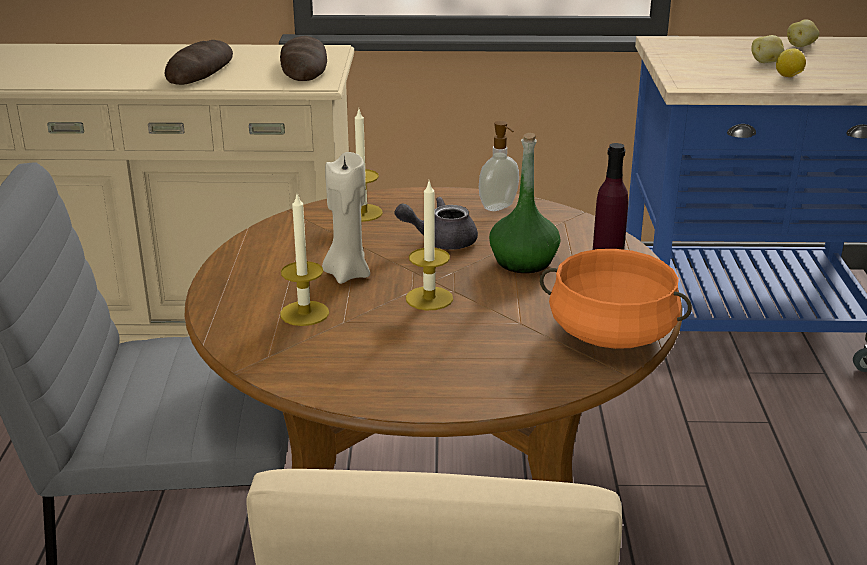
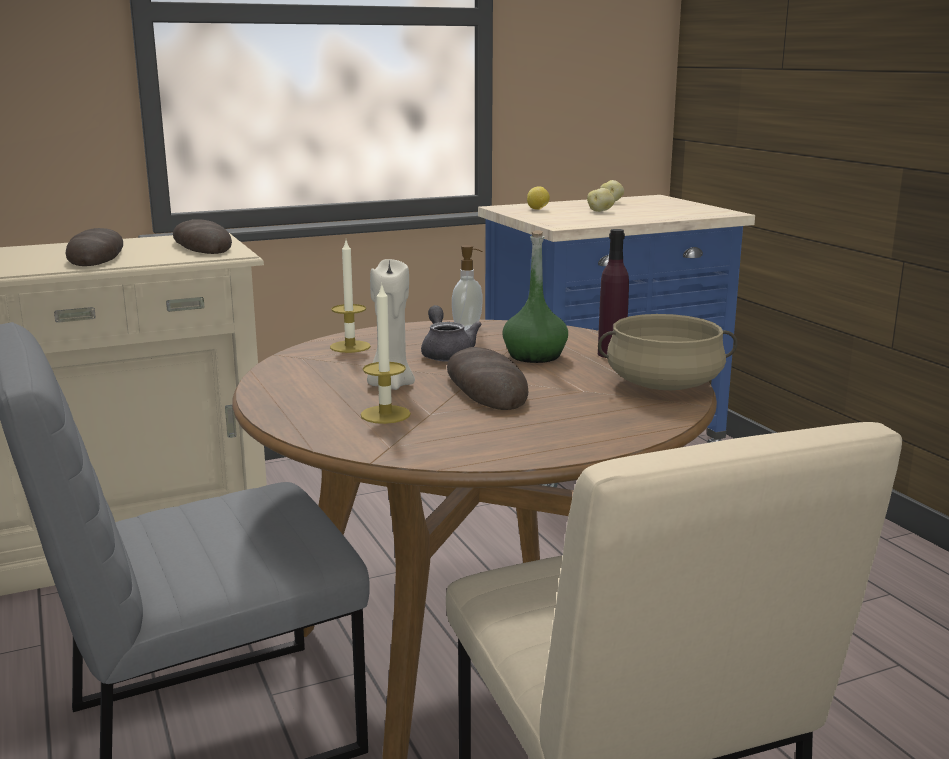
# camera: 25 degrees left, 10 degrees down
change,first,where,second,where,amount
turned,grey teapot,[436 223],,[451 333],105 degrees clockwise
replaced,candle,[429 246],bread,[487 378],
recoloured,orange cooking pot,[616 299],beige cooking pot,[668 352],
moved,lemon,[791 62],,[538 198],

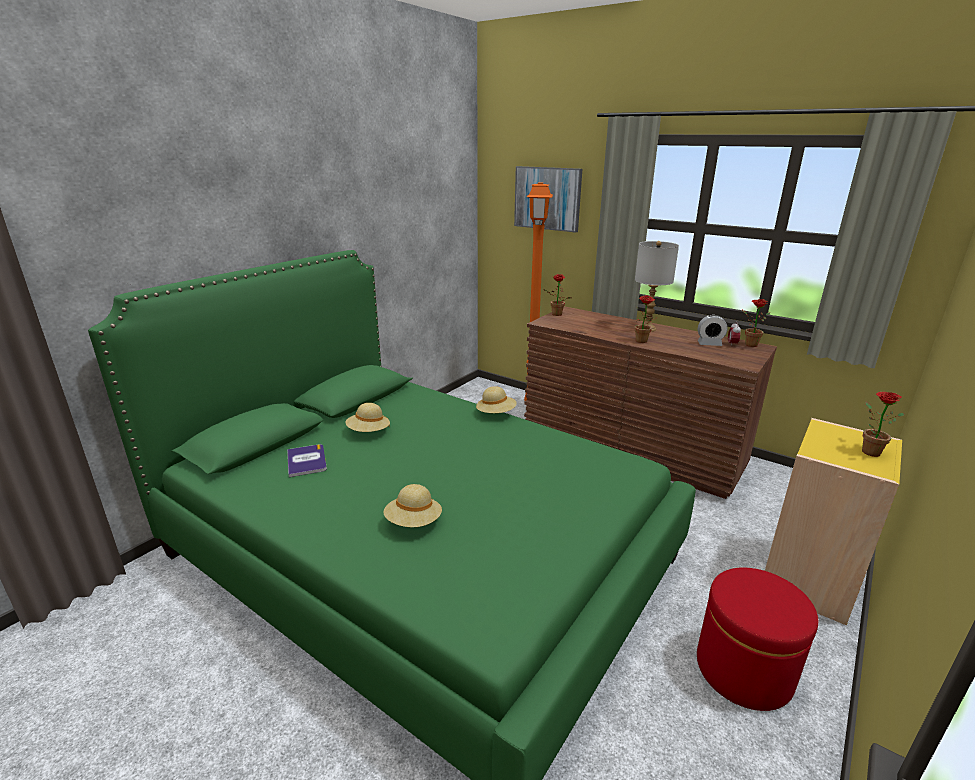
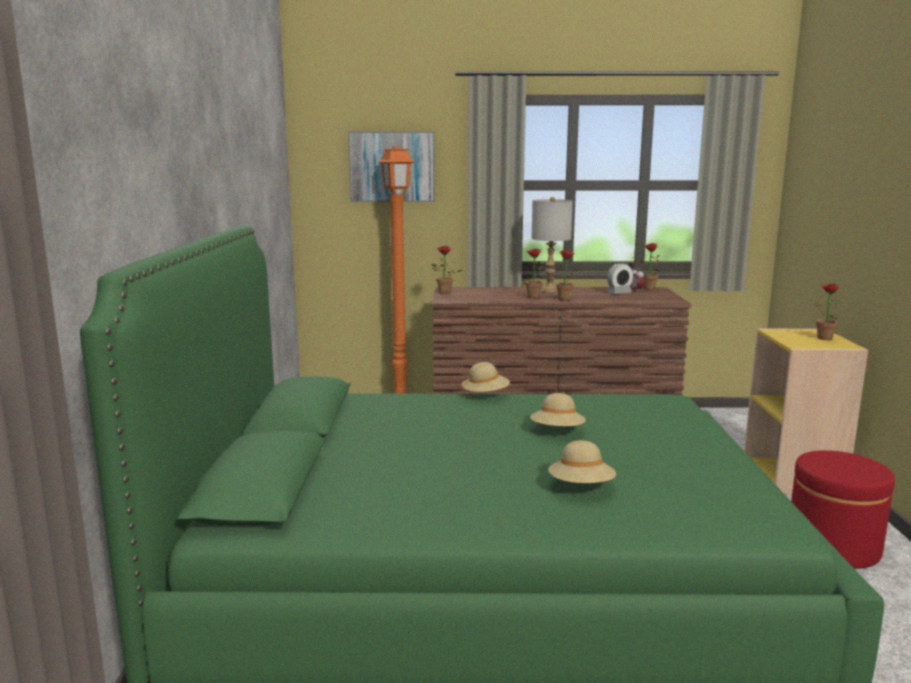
# camera: 35 degrees left, 10 degrees down
change,first,where,second,where,amount
removed,book,[307 460],,,
moved,beige hat,[367 417],,[558 409],
added,,,potted plant,[530 273],

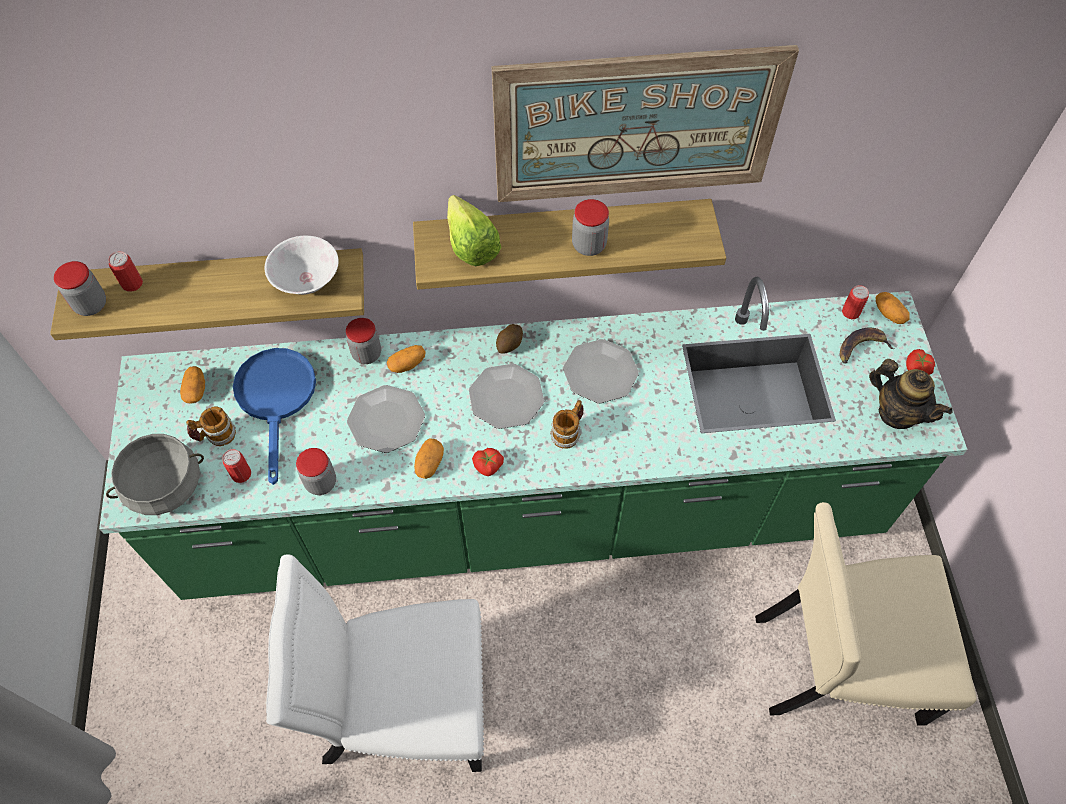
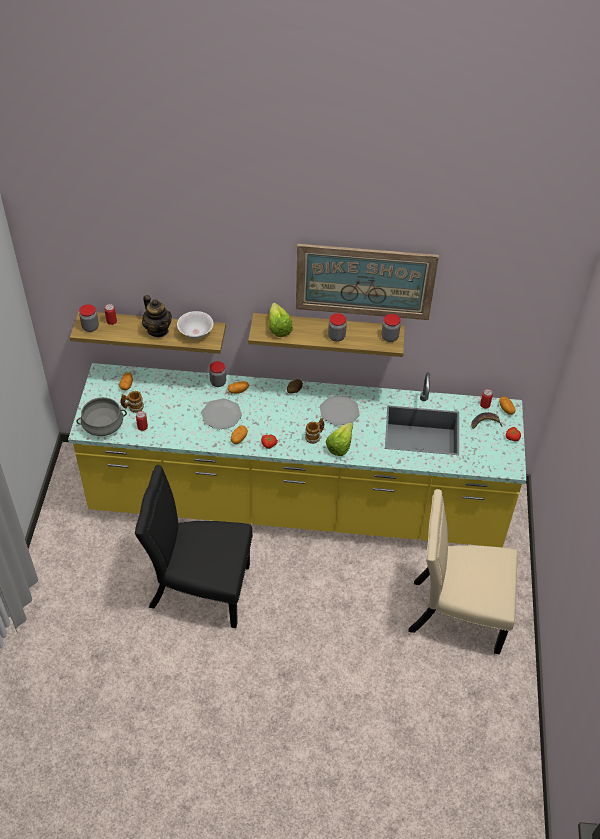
# camera: 10 degrees right, 10 degrees down
change,first,where,second,where,amount
recoloured,green counter,[533 438],yellow counter,[297 455],
removed,blue frying pan,[274 416],,,
recoloured,white chair,[375 663],black chair,[194 546],
moved,jar,[316 471],,[391 328],
removed,plate,[506 396],,,
moved,teapot,[911 394],,[157 316],
added,,,lettuce,[339 439],

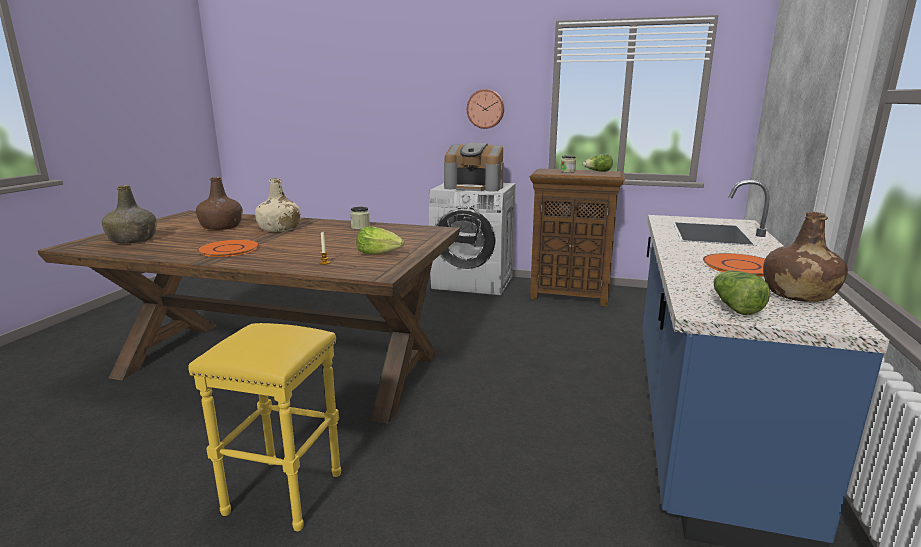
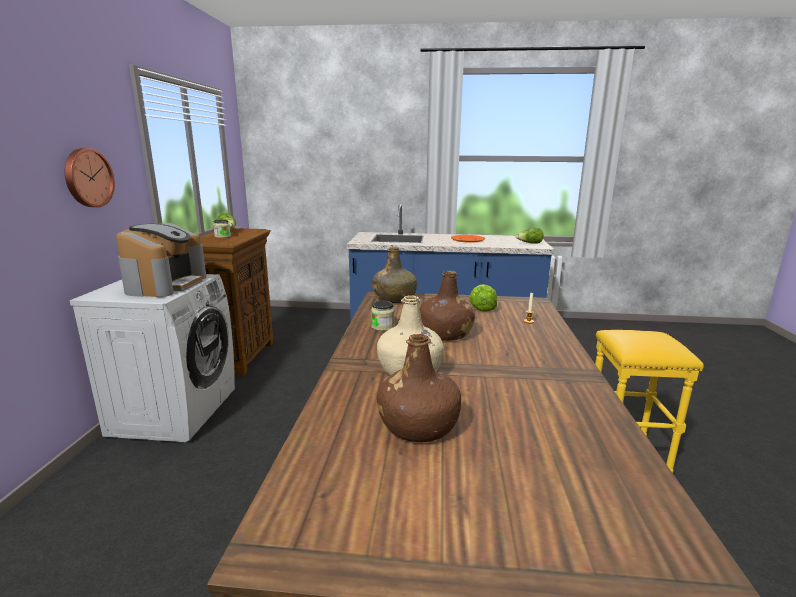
# camera: 100 degrees left, 0 degrees up
change,first,where,second,where,amount
moved,green bottle,[129 214],,[394 275],
removed,orange plate,[228 248],,,
moved,brown bottle,[805 257],,[447 306],

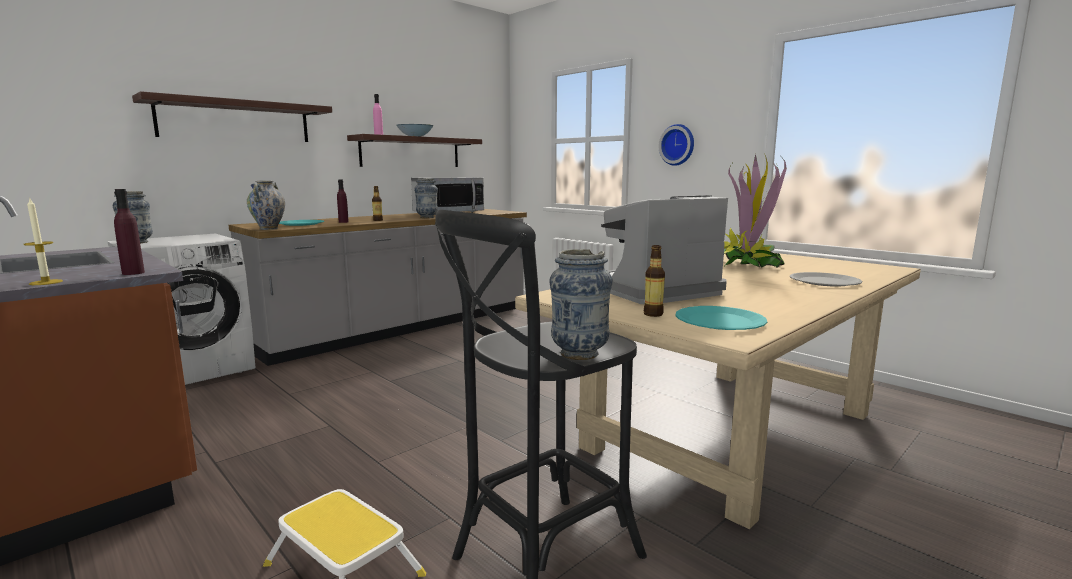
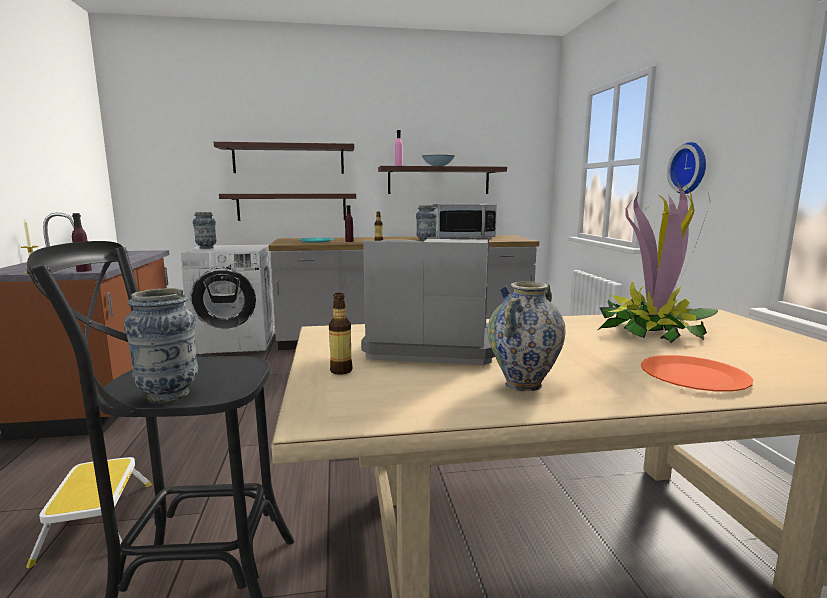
# camera: 35 degrees right, 0 degrees up
change,first,where,second,where,amount
moved,vase,[266 205],,[526 336],
removed,turquoise plate,[721 318],,,
recoloured,grey plate,[826 279],orange plate,[697 373],
added,,,shelf,[287 207],

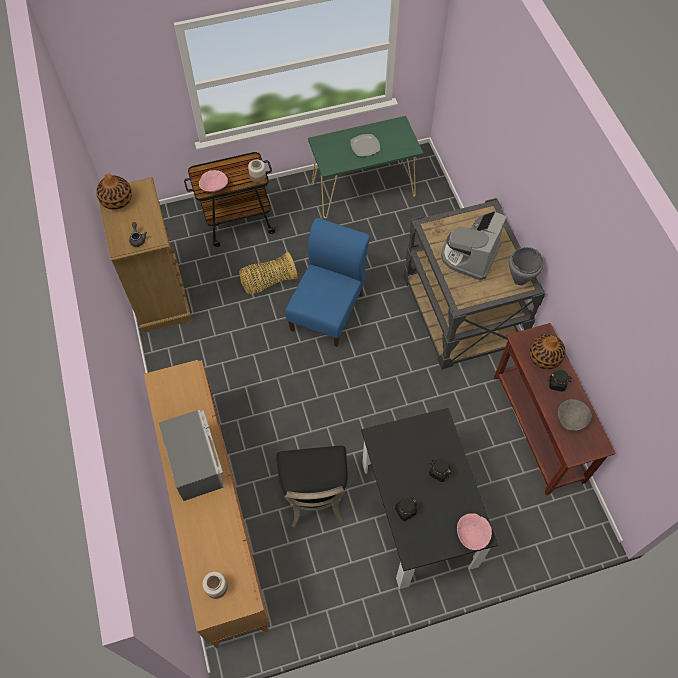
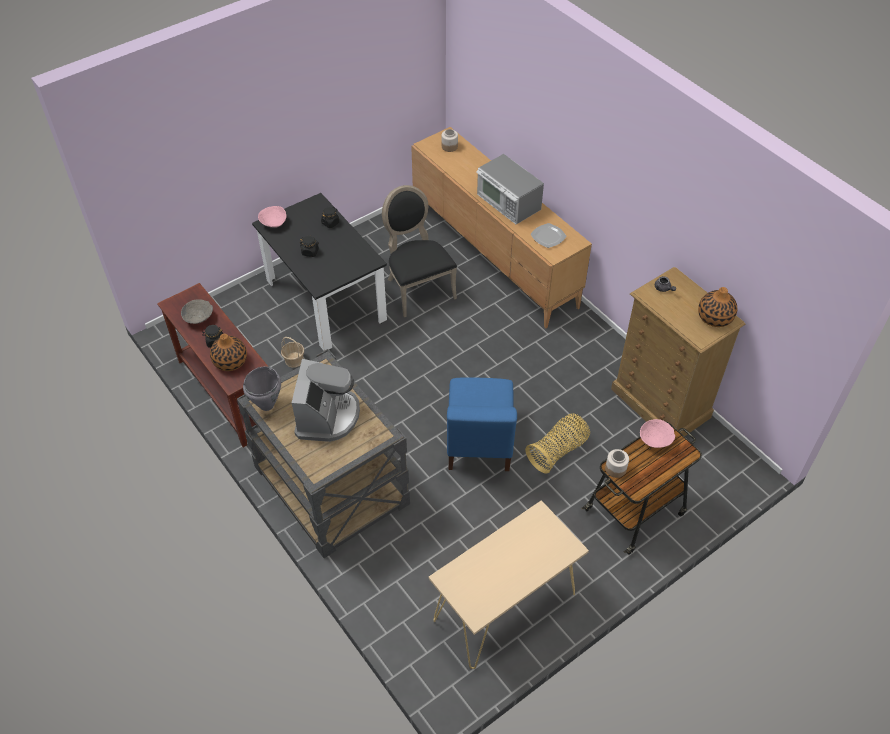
# camera: 160 degrees right, 10 degrees down
change,first,where,second,where,amount
recoloured,green console table,[365 167],beige console table,[509 584],
moved,plate,[365 145],,[549 235],
added,,,basket,[292 352],

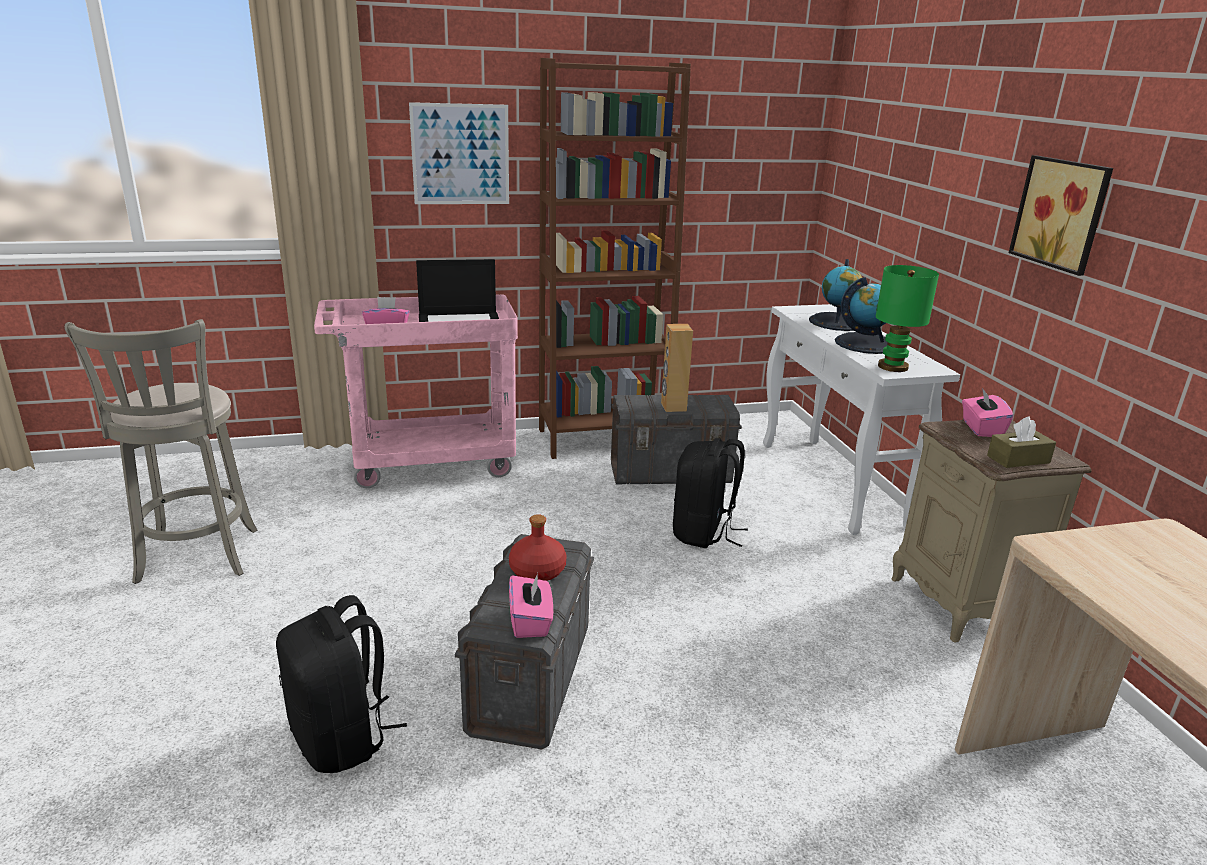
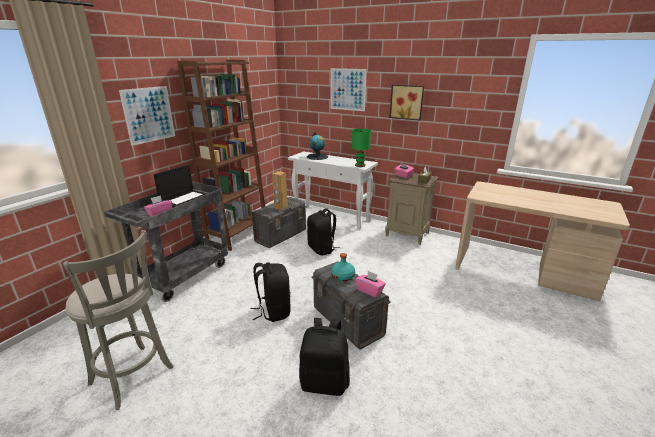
# camera: 45 degrees left, 0 degrees up
change,first,where,second,where,amount
recoloured,pink cart,[416 391],grey cart,[166 241],
recoloured,red bottle,[538 547],turquoise bottle,[343 267],
removed,globe,[861 315],,,
added,,,black backpack,[271 292],
added,,,picture,[349 89],

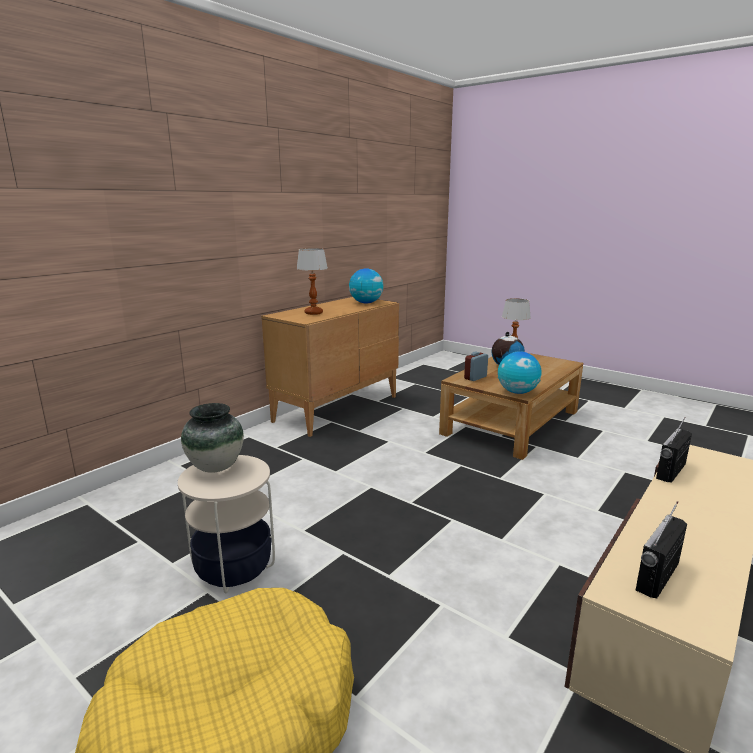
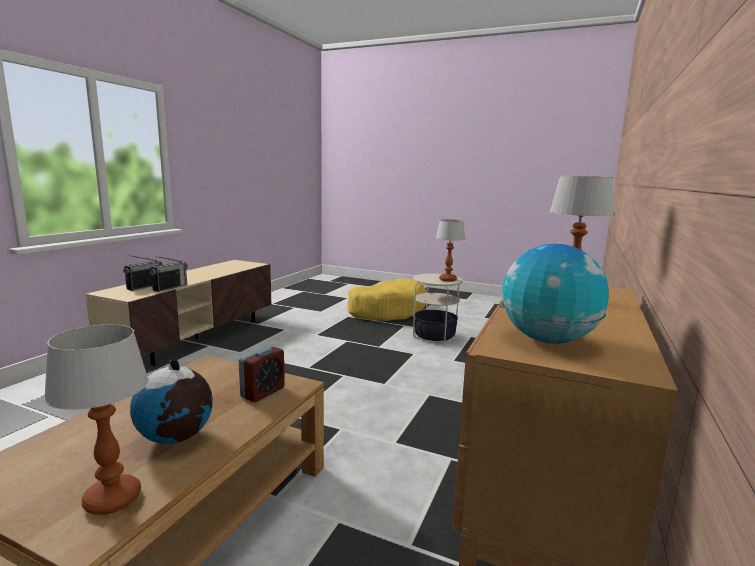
# camera: 165 degrees right, 5 degrees down
change,first,where,second,where,amount
replaced,vase,[212 438],table lamp,[450 251],
removed,globe,[520 372],,,
moved,radio,[661 549],,[143 273],

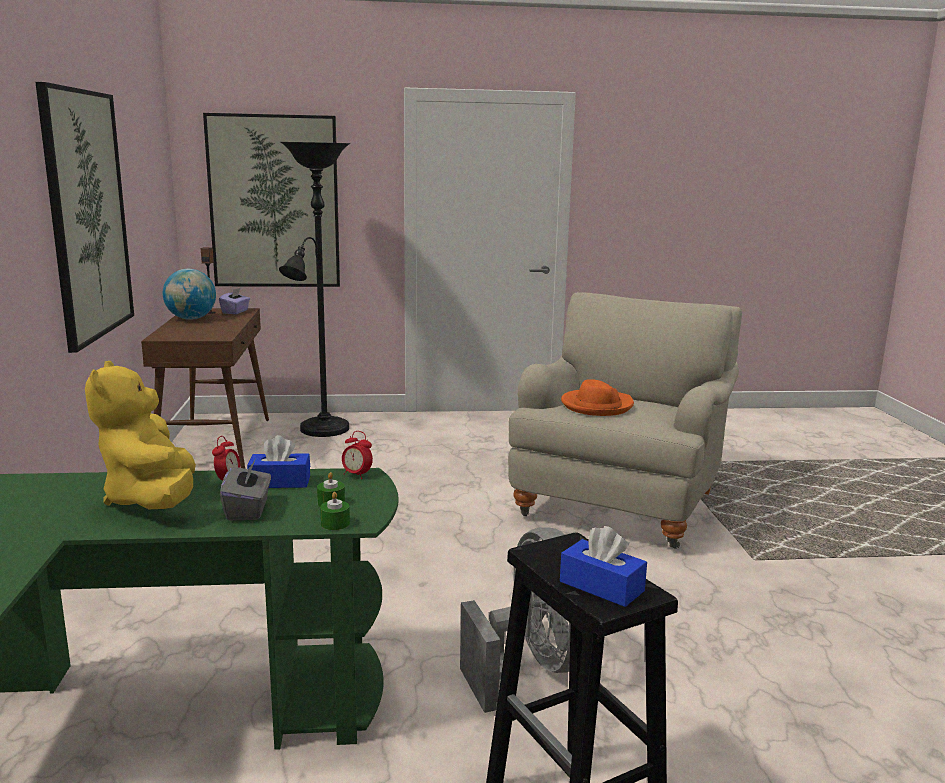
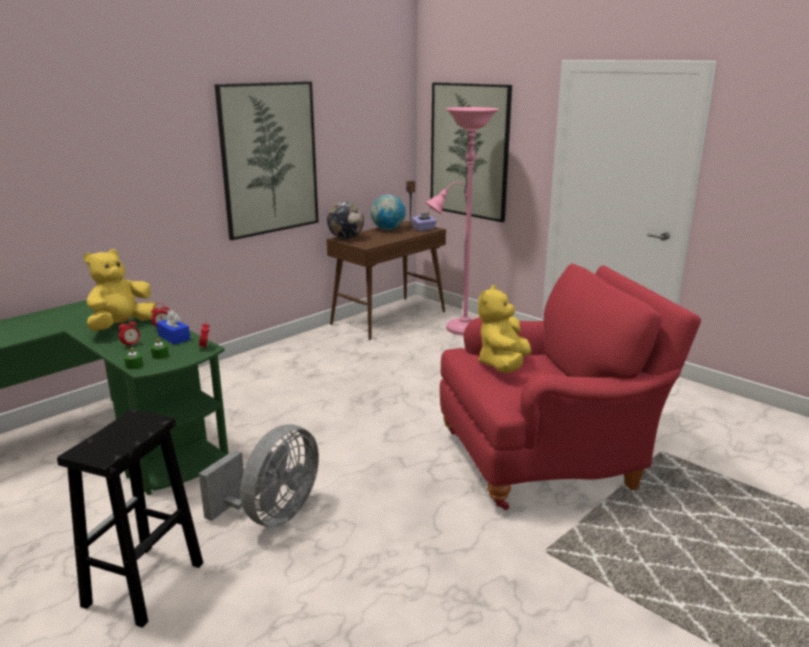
# camera: 50 degrees right, 5 degrees up
change,first,where,second,where,amount
replaced,grey tissue box,[245 490],alarm clock,[129 333],
recoloured,black floor lamp,[314 289],pink floor lamp,[462 221],
recoloured,beige armchair,[625 420],red armchair,[570 387],
removed,blue tissue box,[603 566],,,
replaced,orange hat,[597 397],yellow plush toy,[504 329],
added,,,globe,[345 220],

